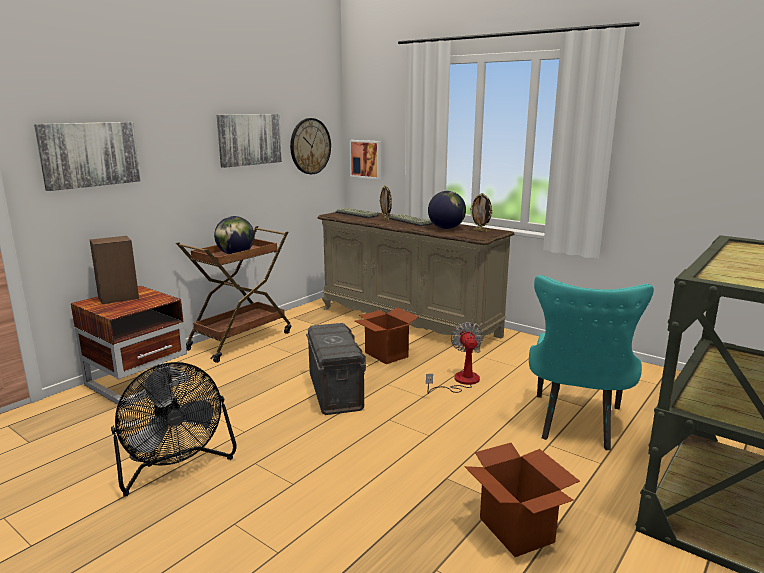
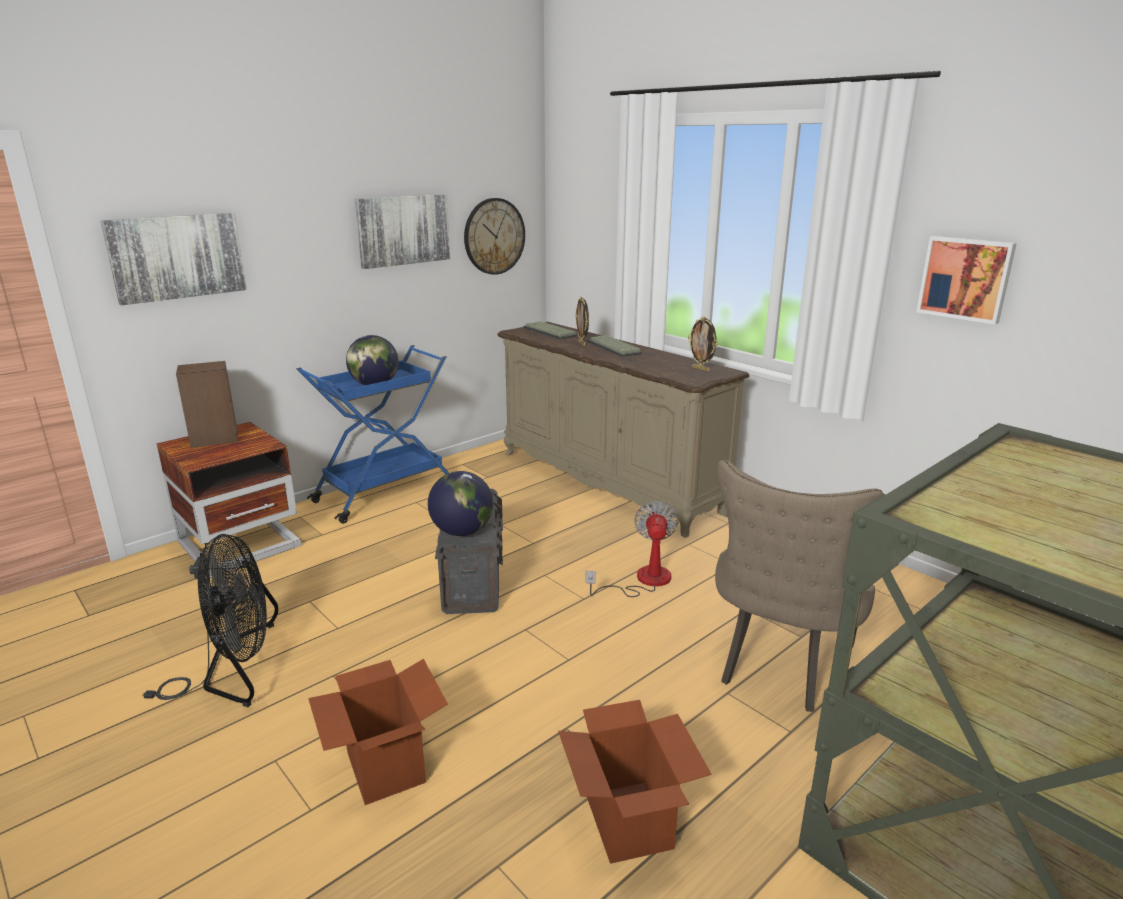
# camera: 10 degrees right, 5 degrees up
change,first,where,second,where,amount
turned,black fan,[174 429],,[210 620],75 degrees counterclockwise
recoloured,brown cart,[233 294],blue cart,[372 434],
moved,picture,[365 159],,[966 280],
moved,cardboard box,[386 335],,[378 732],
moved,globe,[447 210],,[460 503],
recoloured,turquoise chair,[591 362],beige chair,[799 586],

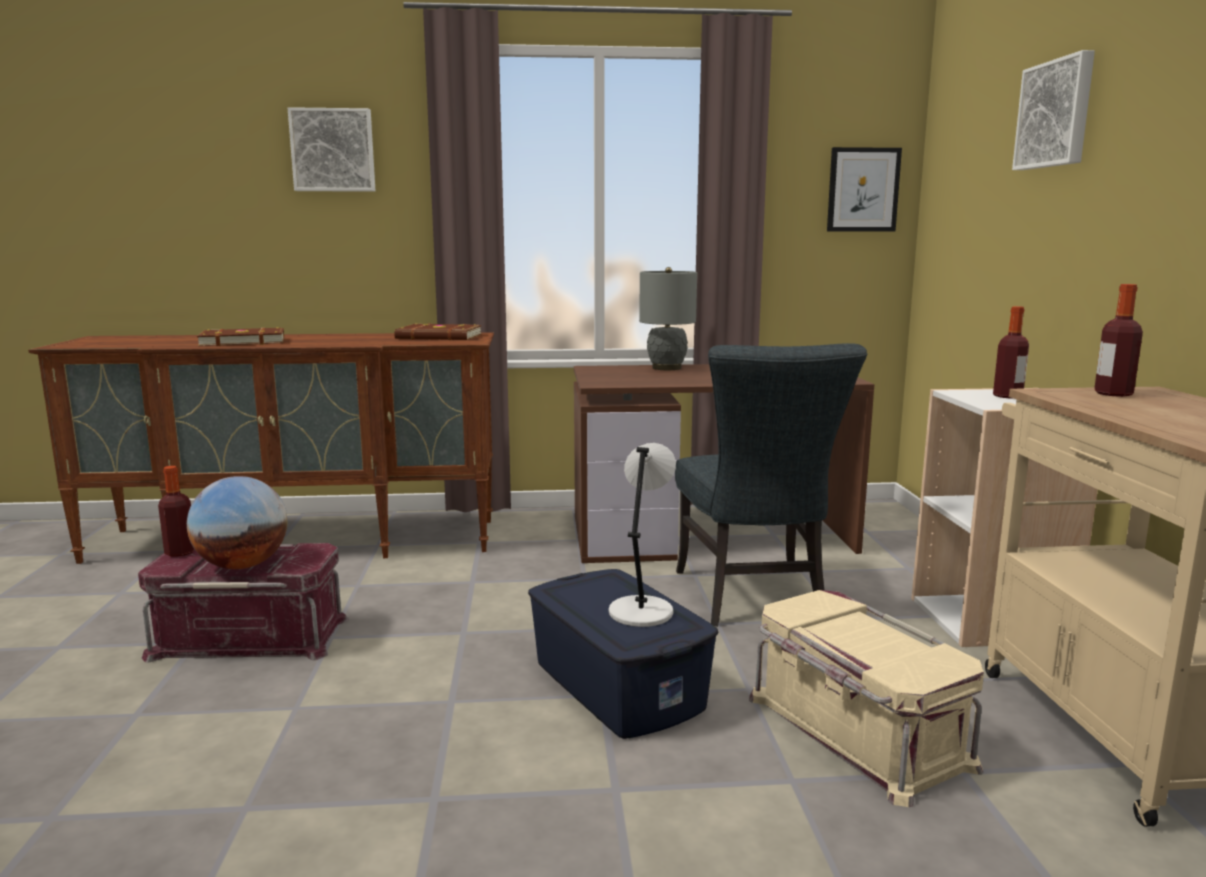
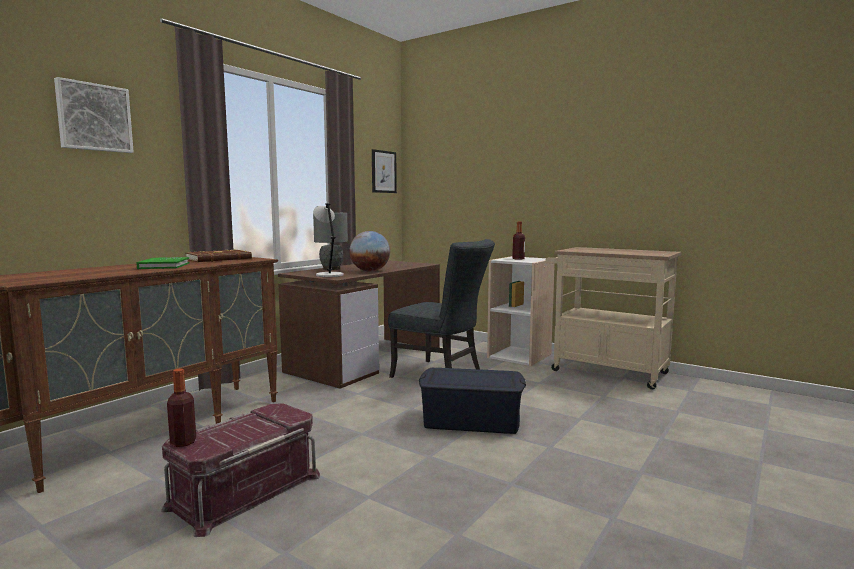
# camera: 50 degrees left, 5 degrees down
change,first,where,second,where,amount
moved,globe,[237 522],,[369 251],
removed,brown book,[240 336],,,
moved,grey table lamp,[642 535],,[328 240],
removed,beige storage box,[866 698],,,
removed,picture,[1053 110],,,
removed,bottle,[1118 340],,,
added,,,green book,[163 263],

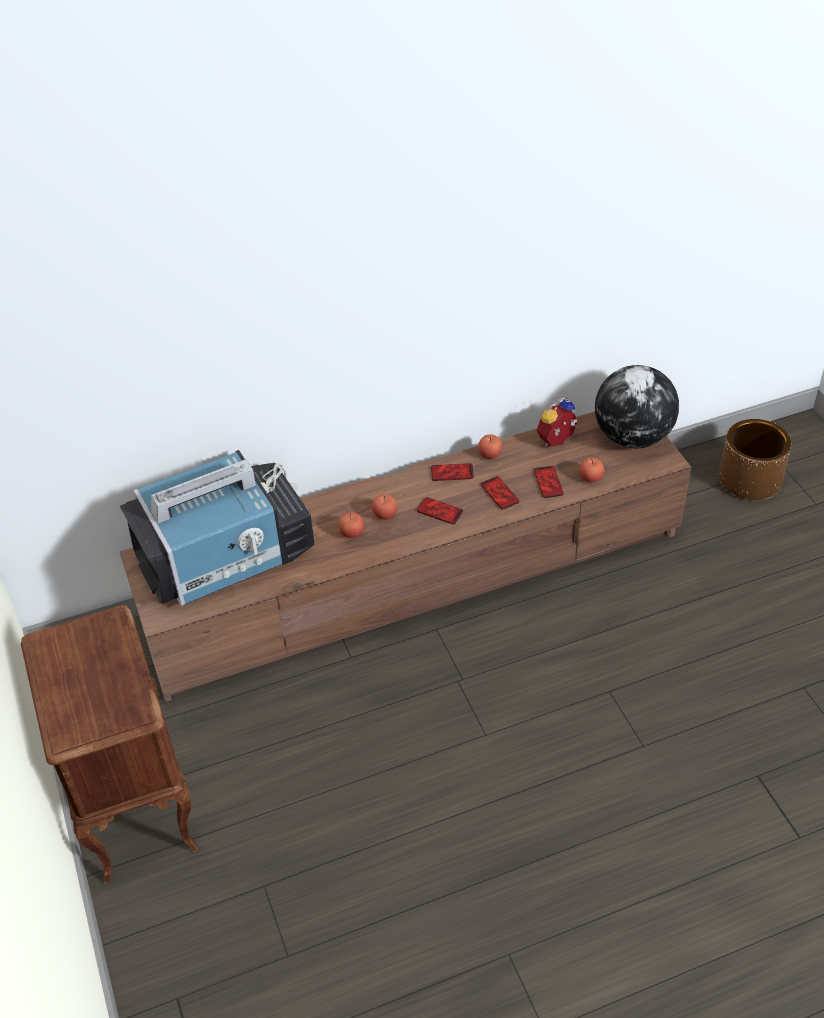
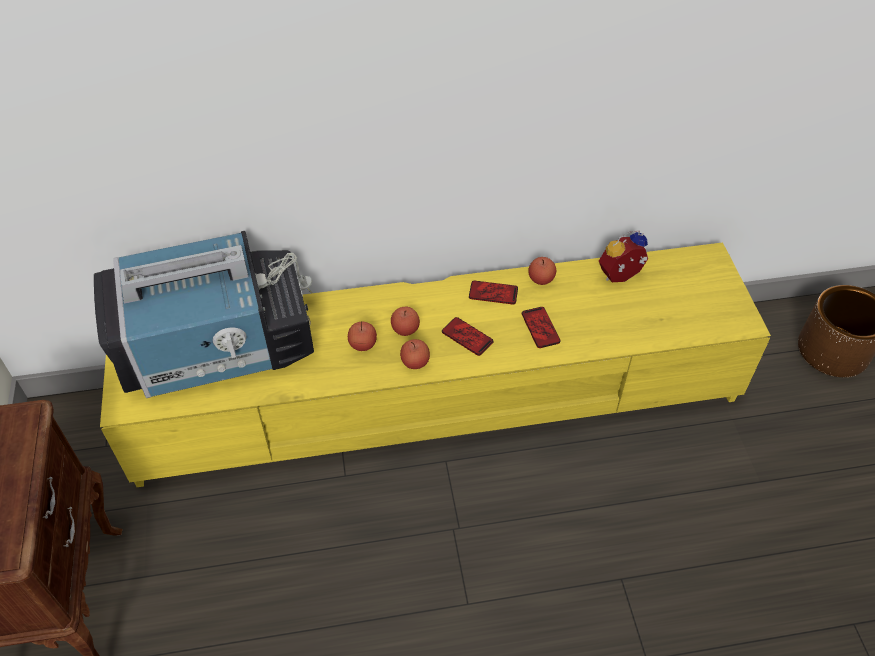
# camera: 10 degrees right, 5 degrees up
change,first,where,second,where,amount
recoloured,brown tv stand,[405 556],yellow tv stand,[435 364],
removed,phone,[549 482],,,
moved,apple,[591 469],,[415 354],
removed,globe,[637 407],,,

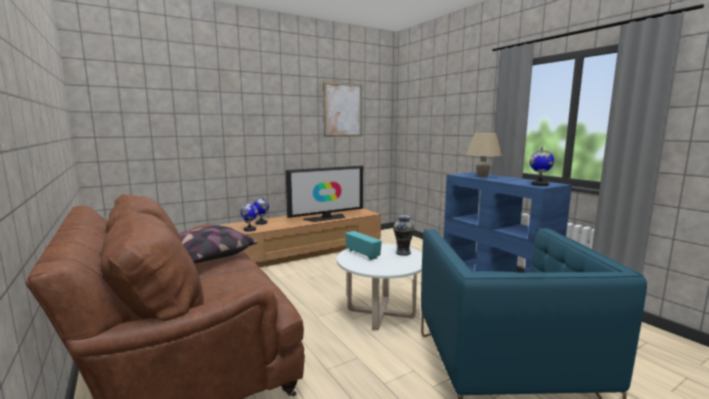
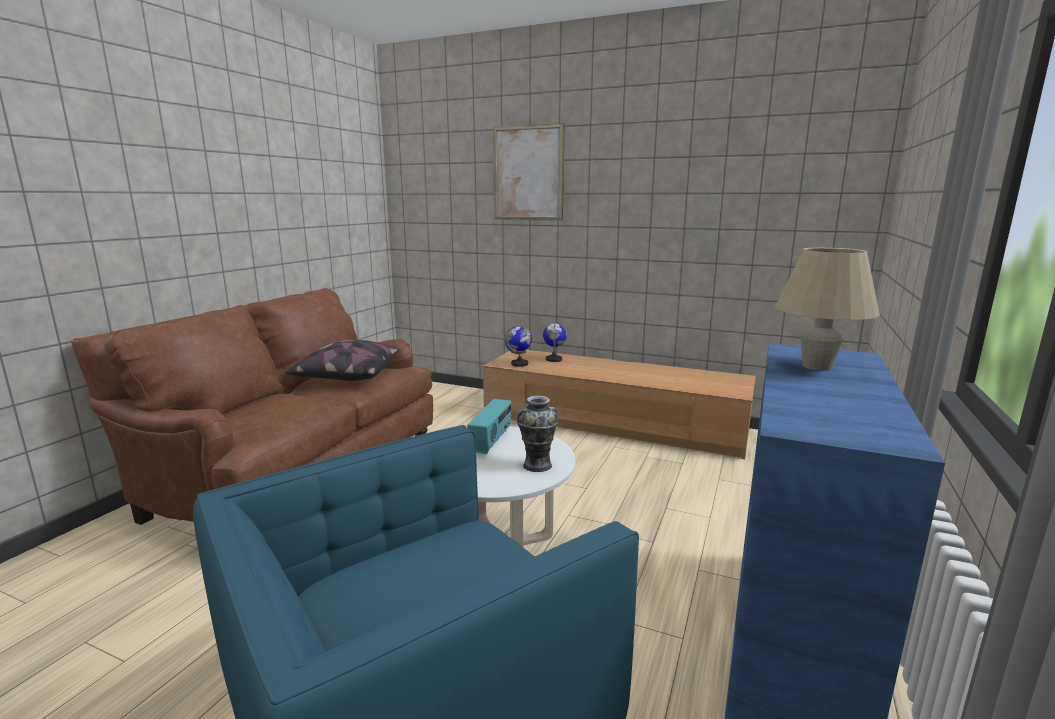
# camera: 55 degrees right, 5 degrees up
change,first,where,second,where,amount
removed,television,[324 194],,,
moved,picture,[342 109],,[529 172],
removed,globe,[541 166],,,

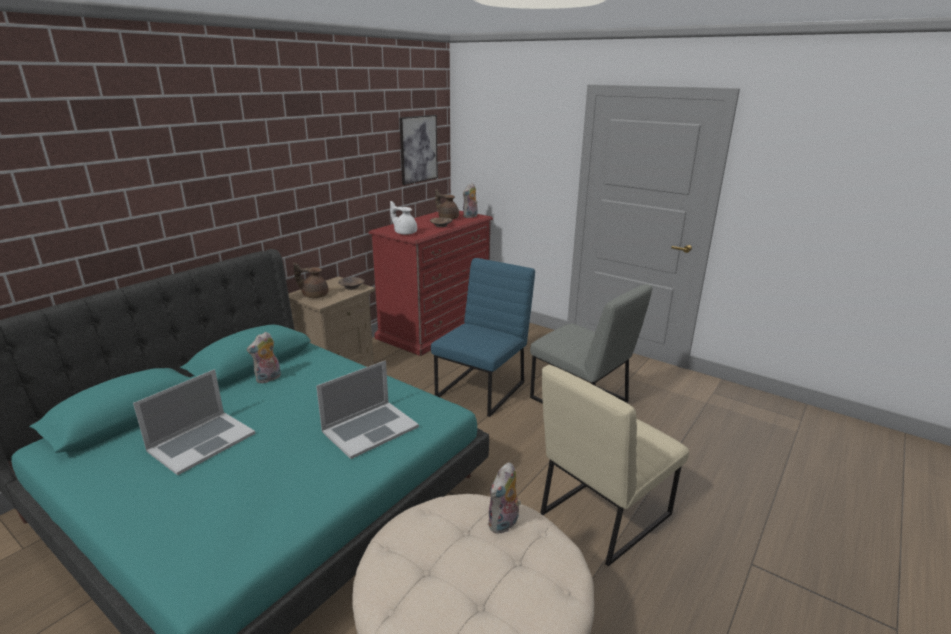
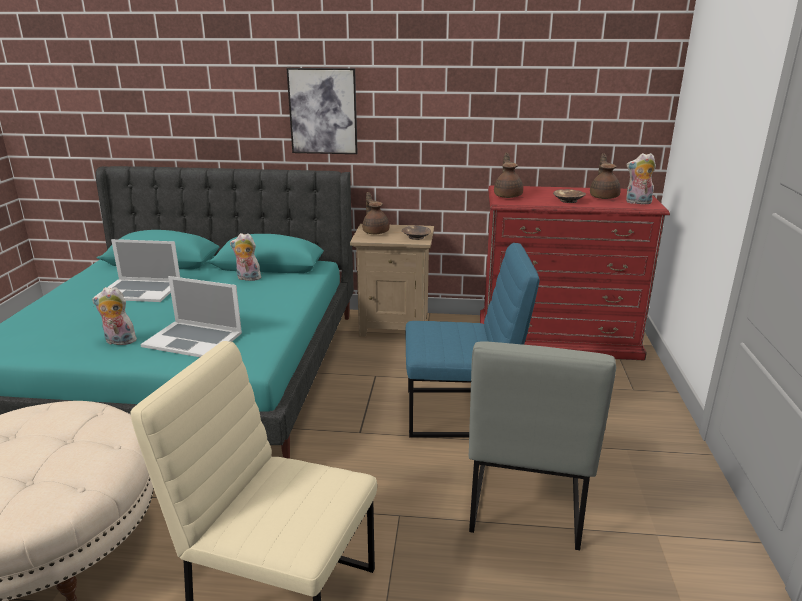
# camera: 60 degrees right, 0 degrees up
change,first,where,second,where,amount
recoloured,white teapot,[403 218],brown teapot,[508 175],
moved,picture,[418 150],,[322 111],
moved,plush toy,[504 498],,[114 317],

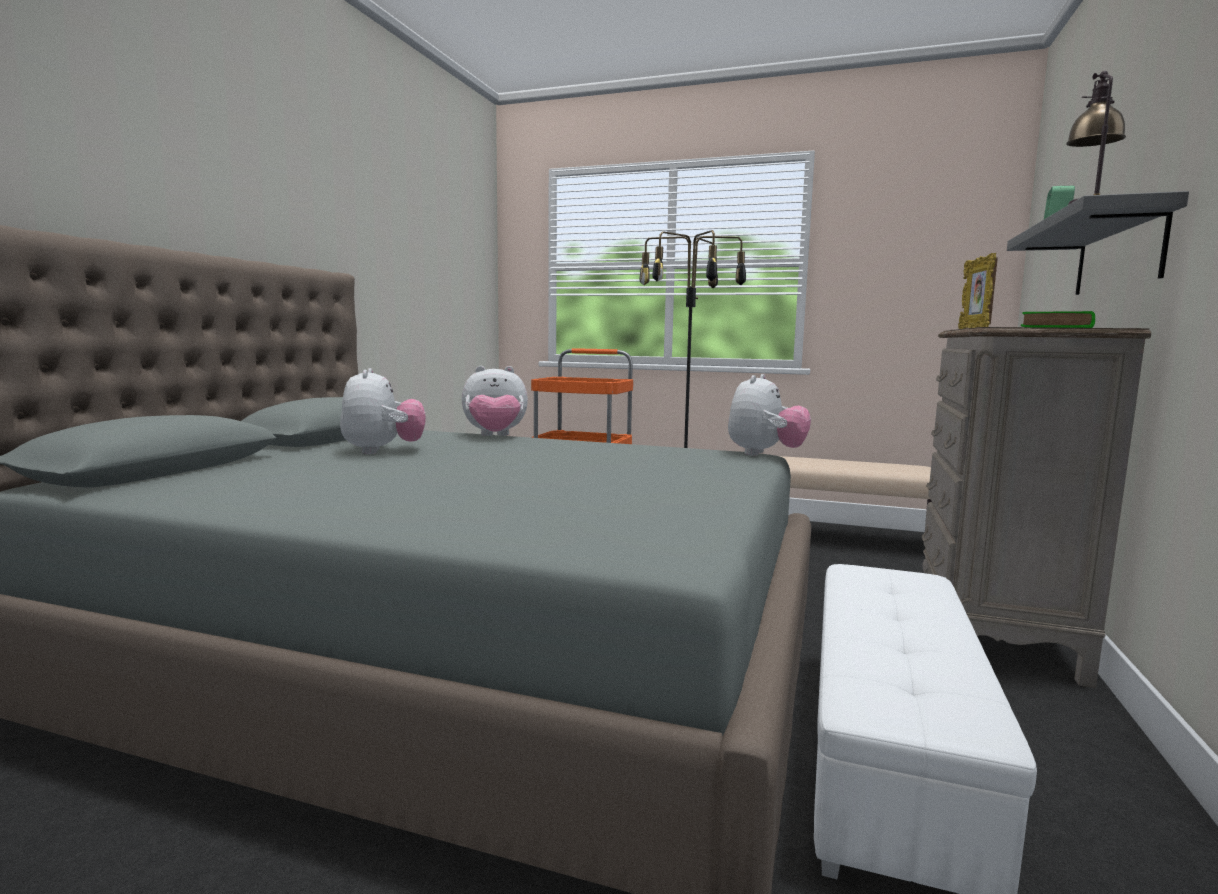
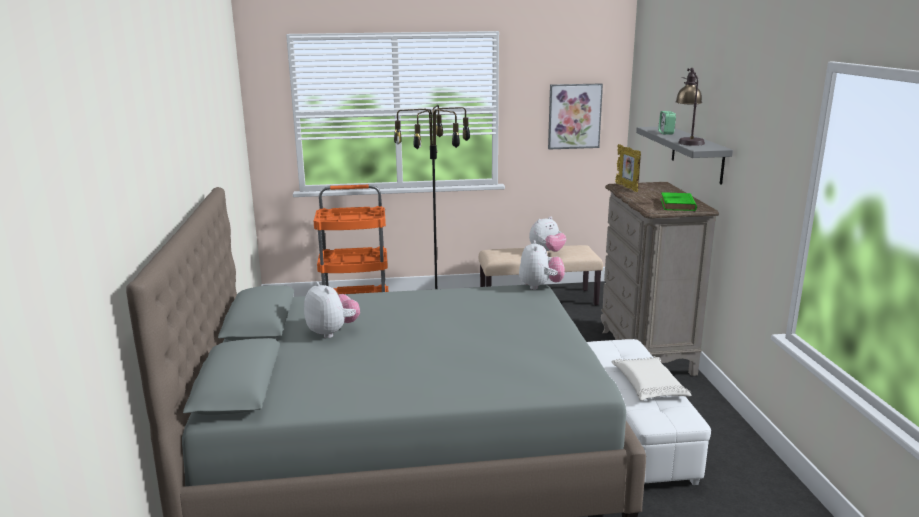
# camera: 25 degrees left, 10 degrees up
change,first,where,second,where,amount
moved,plush toy,[495 401],,[547 234],
added,,,picture,[575 116],
added,,,white pillow,[652 378],

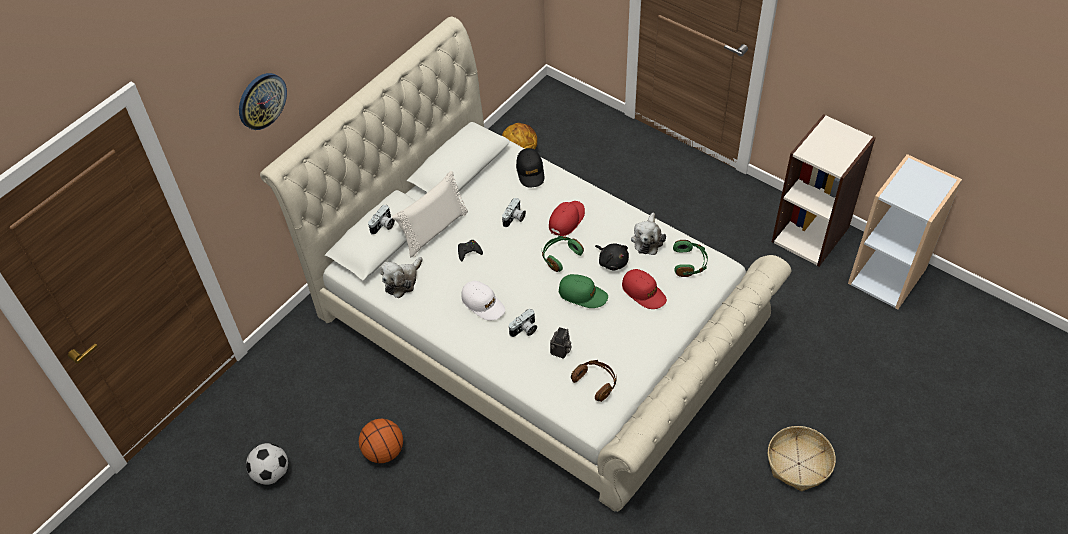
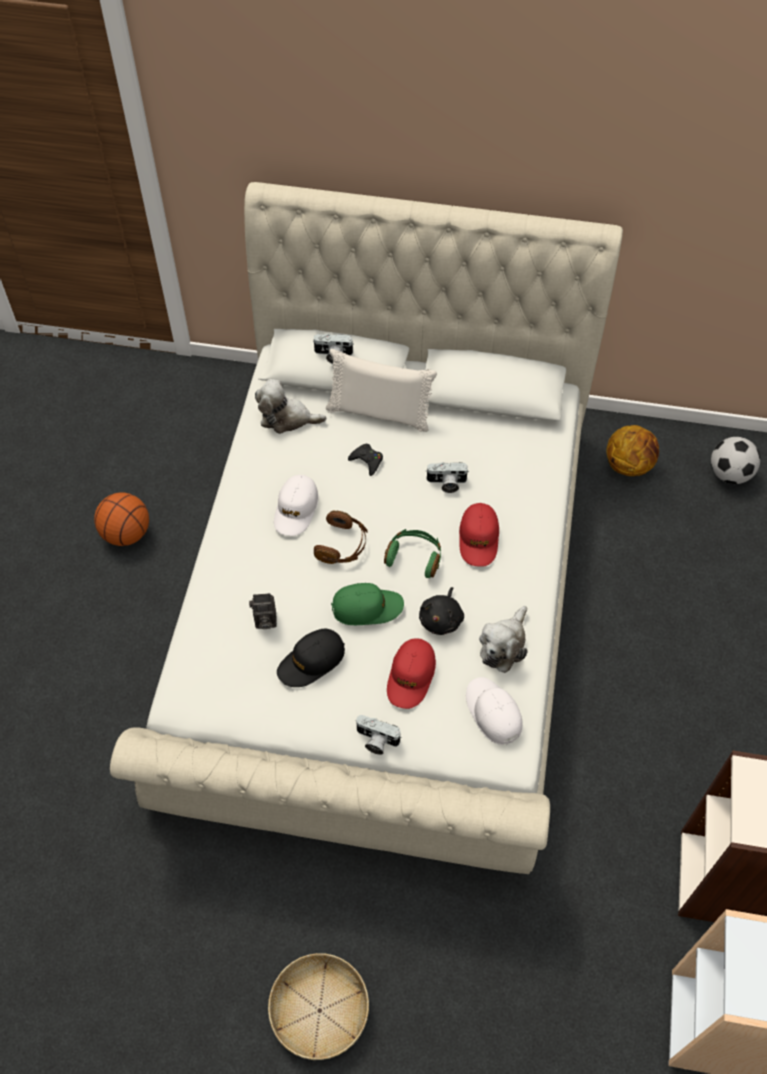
# camera: 60 degrees right, 5 degrees up
change,first,where,second,where,amount
removed,wall clock,[263 101],,,
moved,football,[267 464],,[735 460],
moved,photo camera,[523 322],,[378 735],
moved,black cap,[530 167],,[311 658],
turned,red cap,[567 218],,[479 535],90 degrees clockwise
turned,green cap,[583 291],,[367 604],90 degrees counterclockwise
moved,brown headphones,[594 381],,[341 537],
turned,plush toy,[648 234],,[503 639],45 degrees counterclockwise
replaced,green headphones,[690 258],white cap,[494 711],

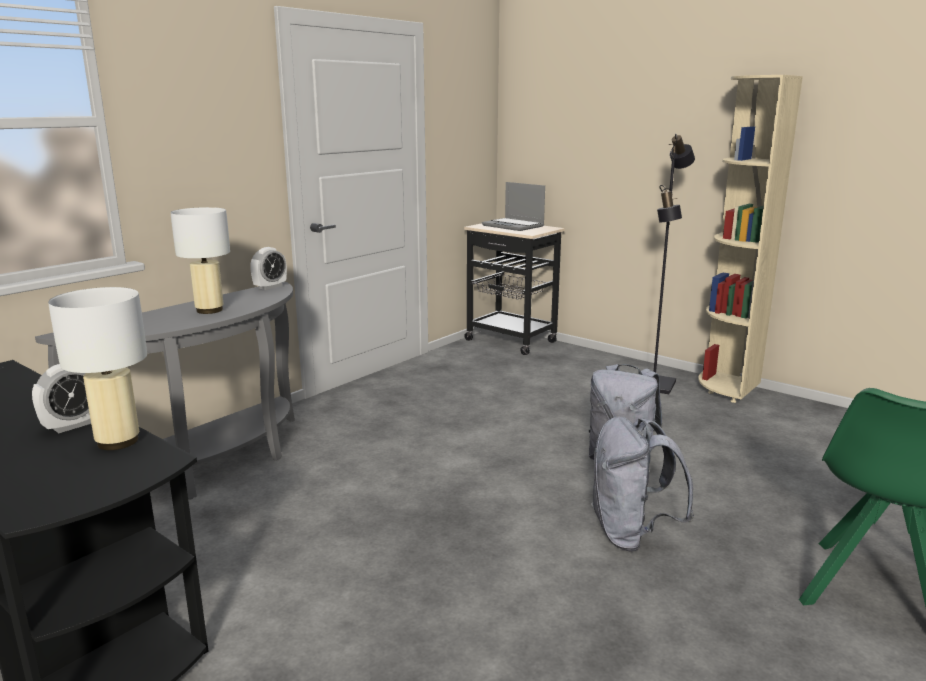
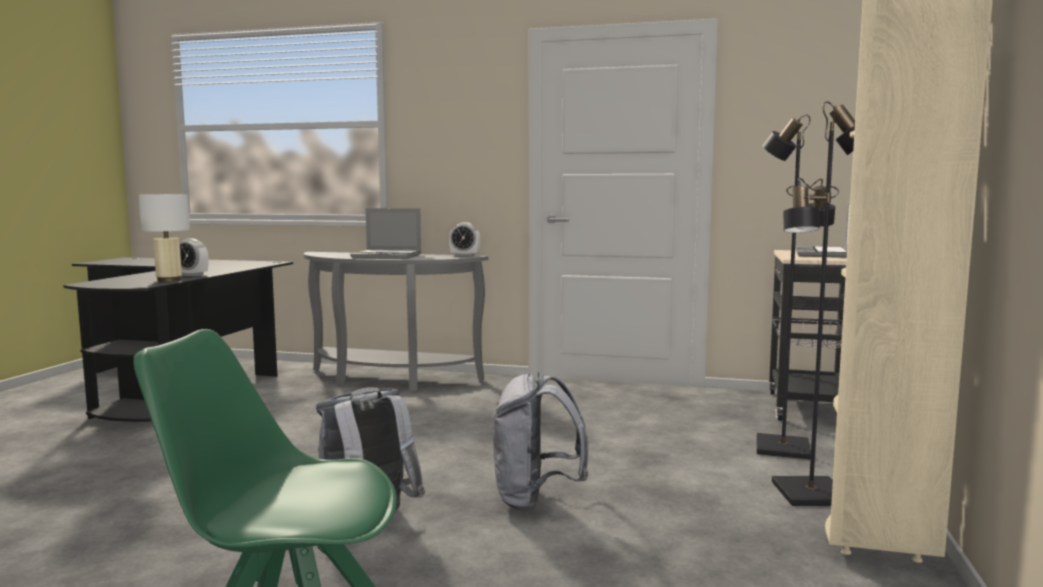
# camera: 65 degrees right, 10 degrees down
change,first,where,second,where,amount
replaced,white table lamp,[200 260],laptop,[385 233],
added,,,black floor lamp,[796 287],

